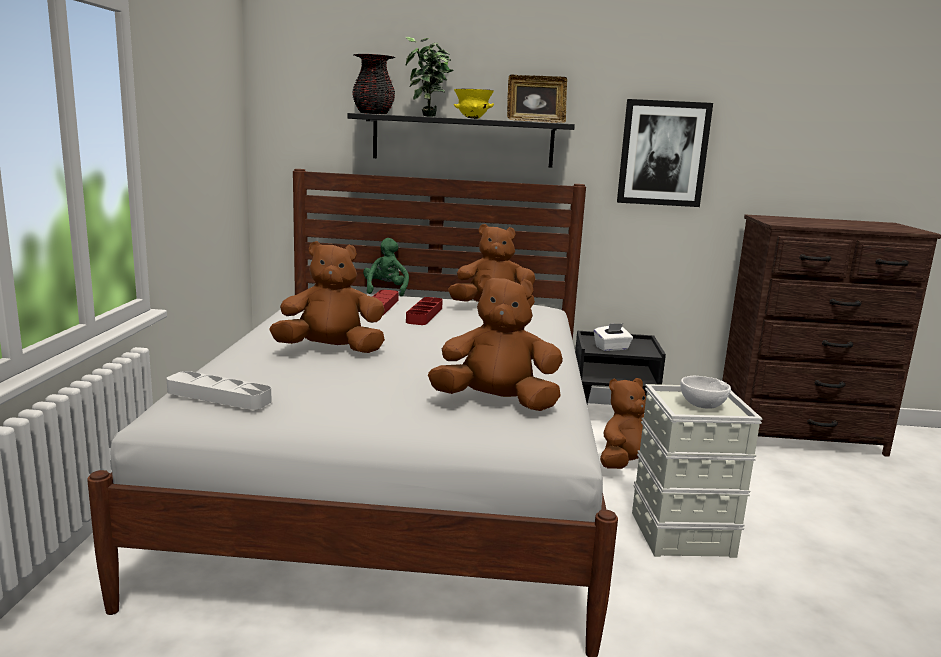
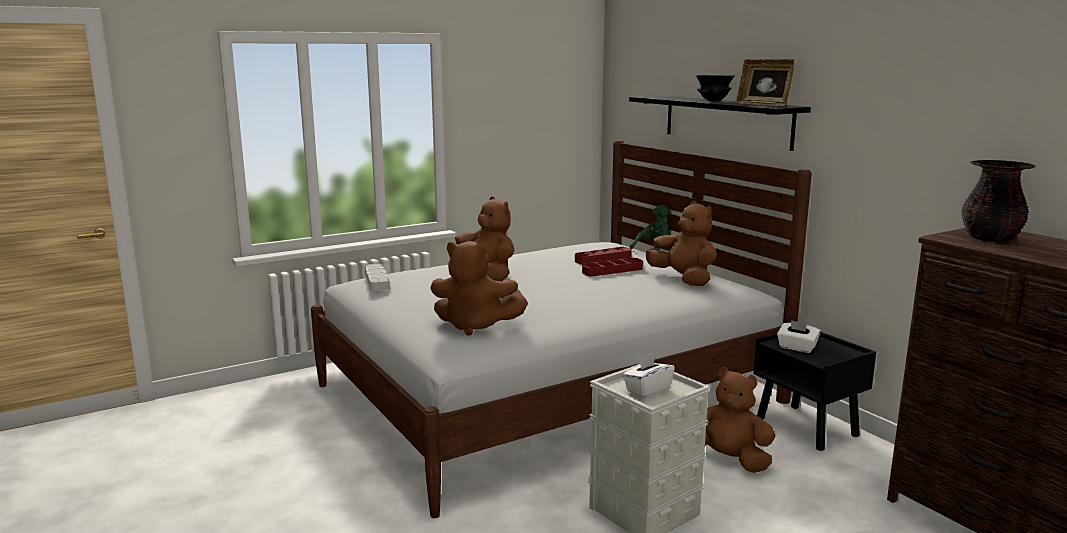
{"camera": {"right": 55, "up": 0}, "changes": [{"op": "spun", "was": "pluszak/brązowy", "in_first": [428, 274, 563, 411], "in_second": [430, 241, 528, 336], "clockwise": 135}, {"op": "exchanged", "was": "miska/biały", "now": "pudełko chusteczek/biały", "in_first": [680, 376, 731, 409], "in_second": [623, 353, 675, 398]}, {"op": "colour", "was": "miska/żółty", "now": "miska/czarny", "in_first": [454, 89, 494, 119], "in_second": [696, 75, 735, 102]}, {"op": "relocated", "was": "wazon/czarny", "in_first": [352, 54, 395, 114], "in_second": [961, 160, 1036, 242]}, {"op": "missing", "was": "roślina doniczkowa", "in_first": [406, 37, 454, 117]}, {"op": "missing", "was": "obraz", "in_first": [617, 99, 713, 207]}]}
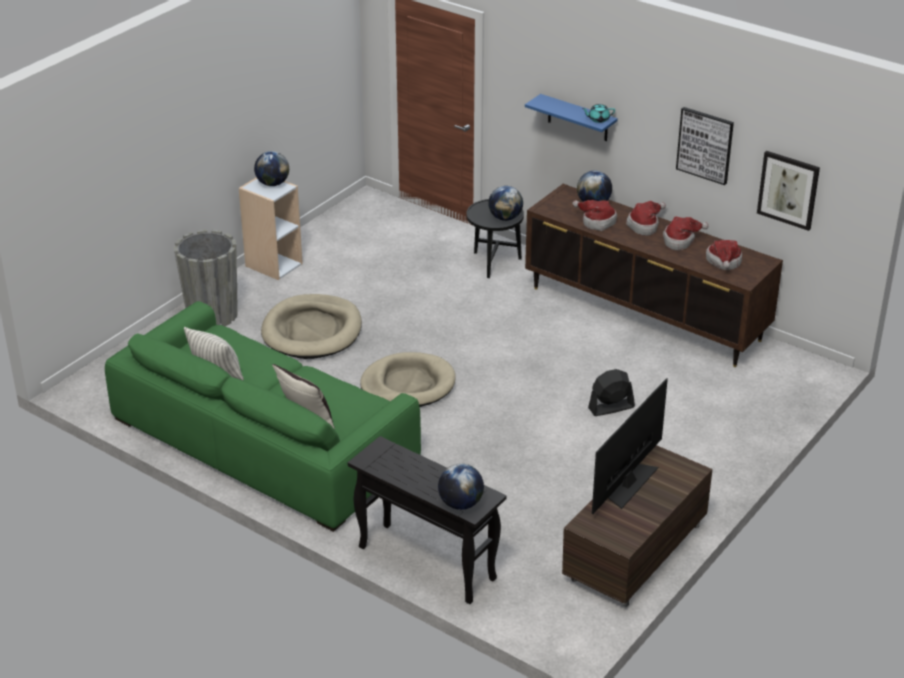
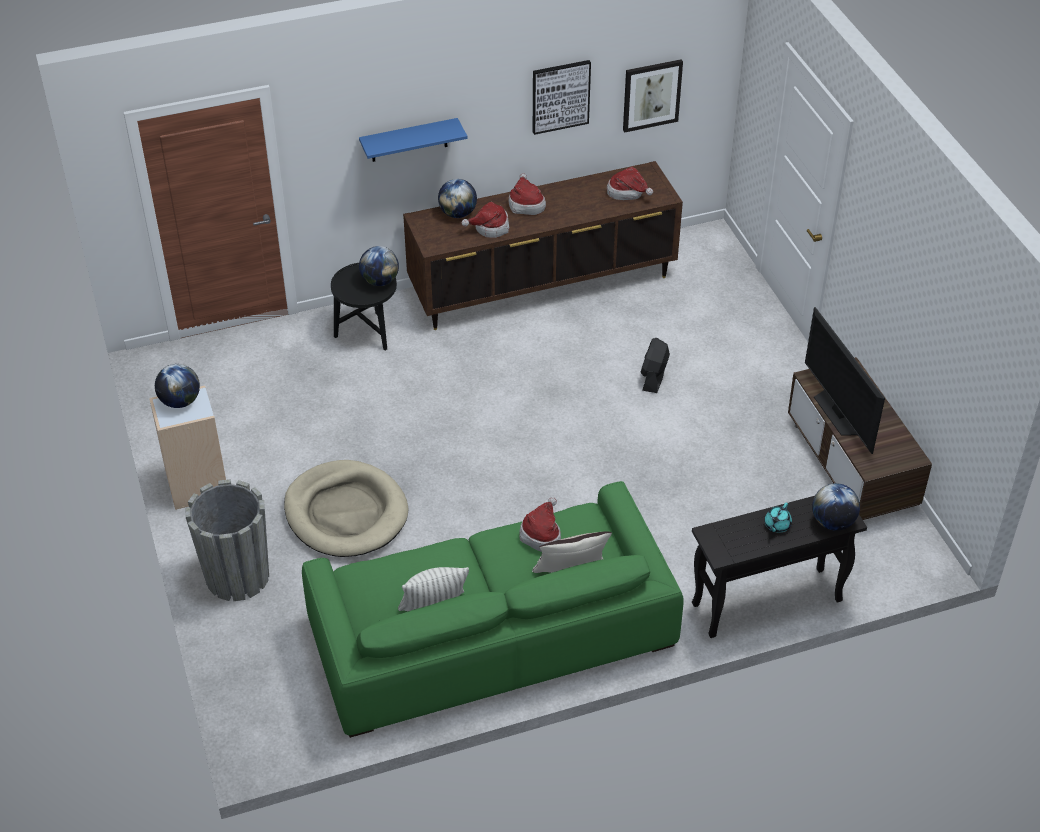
{"camera": {"right": -55, "up": 10}, "changes": [{"op": "relocated", "was": "kapelusz", "in_first": [663, 216, 709, 250], "in_second": [519, 497, 561, 552]}, {"op": "relocated", "was": "imbryk/turkusowy", "in_first": [582, 104, 615, 123], "in_second": [764, 503, 792, 532]}, {"op": "missing", "was": "legowisko/beżowy", "in_first": [360, 352, 456, 407]}]}
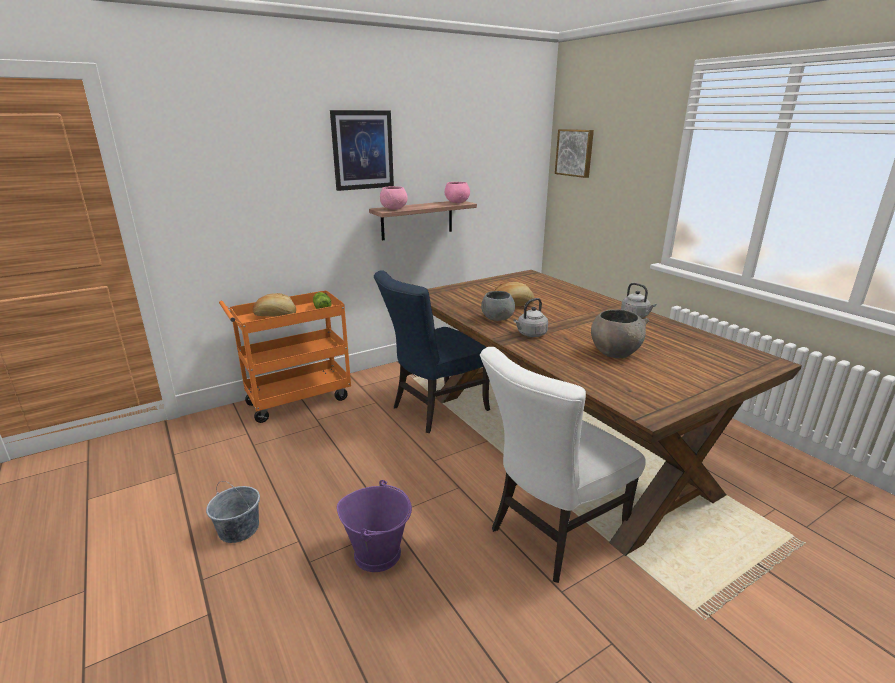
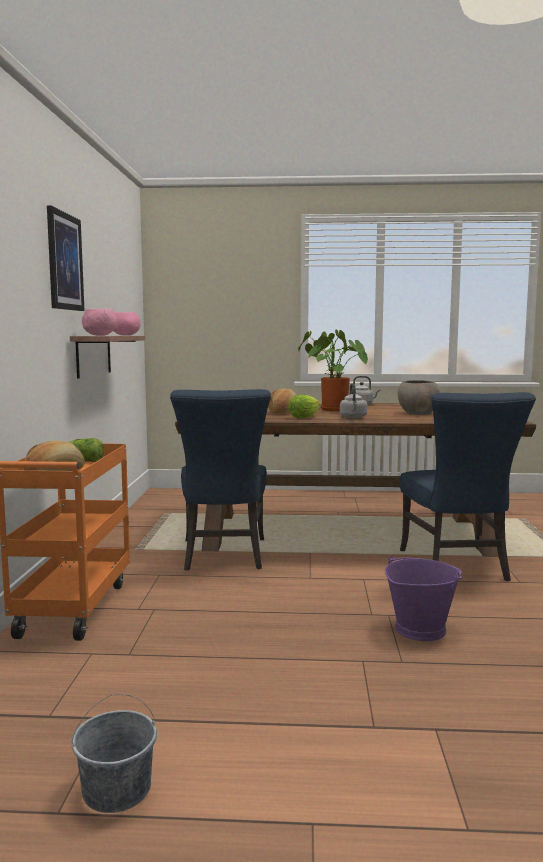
{"camera": {"right": -55, "up": -15}, "changes": [{"op": "relocated", "was": "wiadro/szary", "in_first": [206, 481, 260, 543], "in_second": [72, 693, 157, 813]}, {"op": "exchanged", "was": "miska/szary", "now": "sałata", "in_first": [481, 291, 515, 321], "in_second": [288, 395, 322, 419]}, {"op": "appeared", "now": "roślina doniczkowa", "in_second": [298, 329, 368, 411]}, {"op": "colour", "was": "krzesło/biały", "now": "krzesło/niebieski", "in_first": [480, 347, 646, 583], "in_second": [400, 392, 536, 581]}, {"op": "missing", "was": "obraz", "in_first": [555, 129, 594, 178]}]}
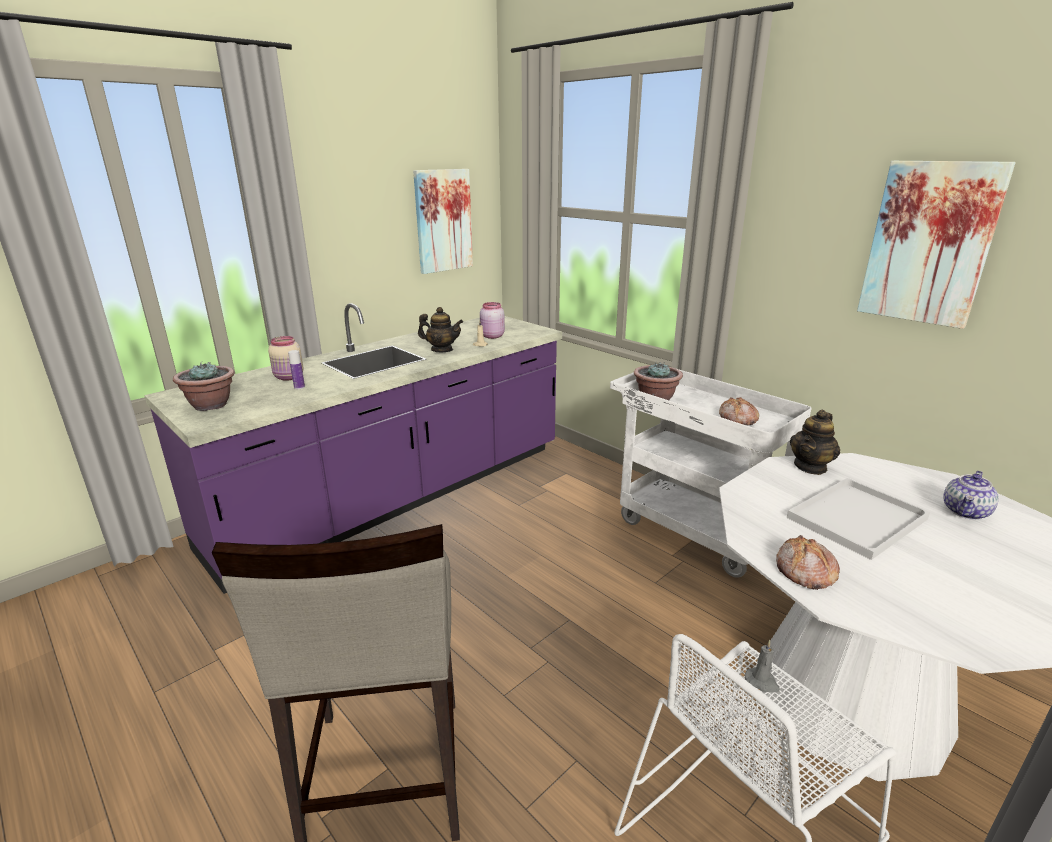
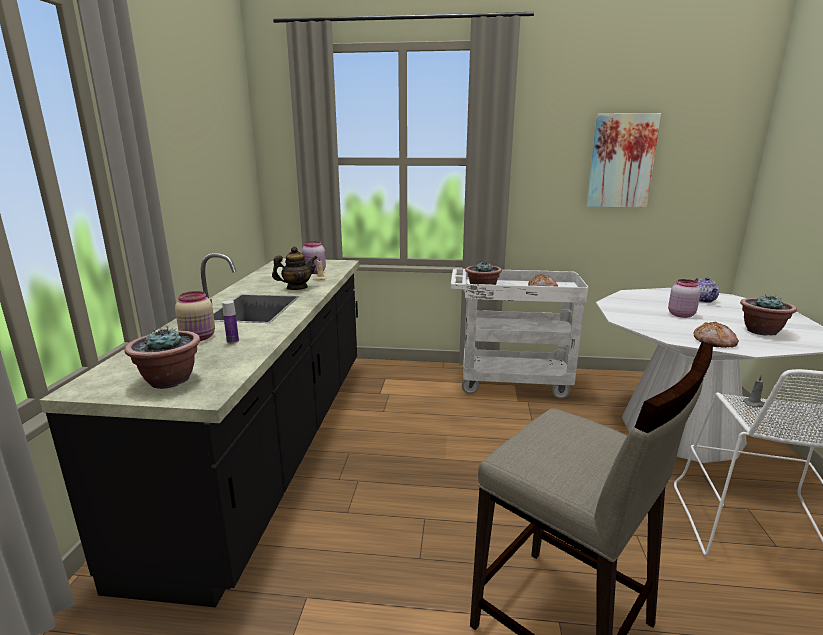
{"camera": {"right": -40, "up": -5}, "changes": [{"op": "colour", "was": "zabudowa kuchenna/fioletowy", "now": "zabudowa kuchenna/czarny", "in_first": [144, 303, 562, 594], "in_second": [39, 253, 359, 608]}, {"op": "exchanged", "was": "taca/biały", "now": "słoik/różowy", "in_first": [787, 478, 930, 560], "in_second": [668, 279, 701, 318]}, {"op": "appeared", "now": "roślina doniczkowa", "in_second": [740, 294, 797, 336]}, {"op": "missing", "was": "obraz", "in_first": [413, 169, 473, 274]}, {"op": "missing", "was": "imbryk", "in_first": [790, 409, 840, 475]}]}
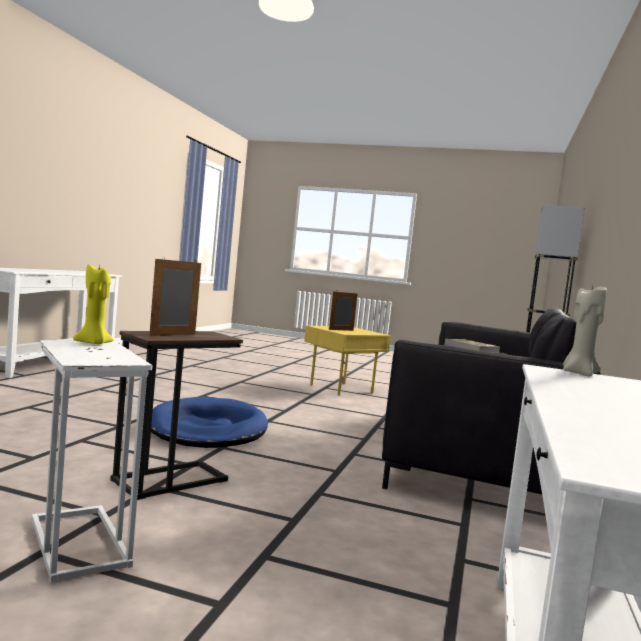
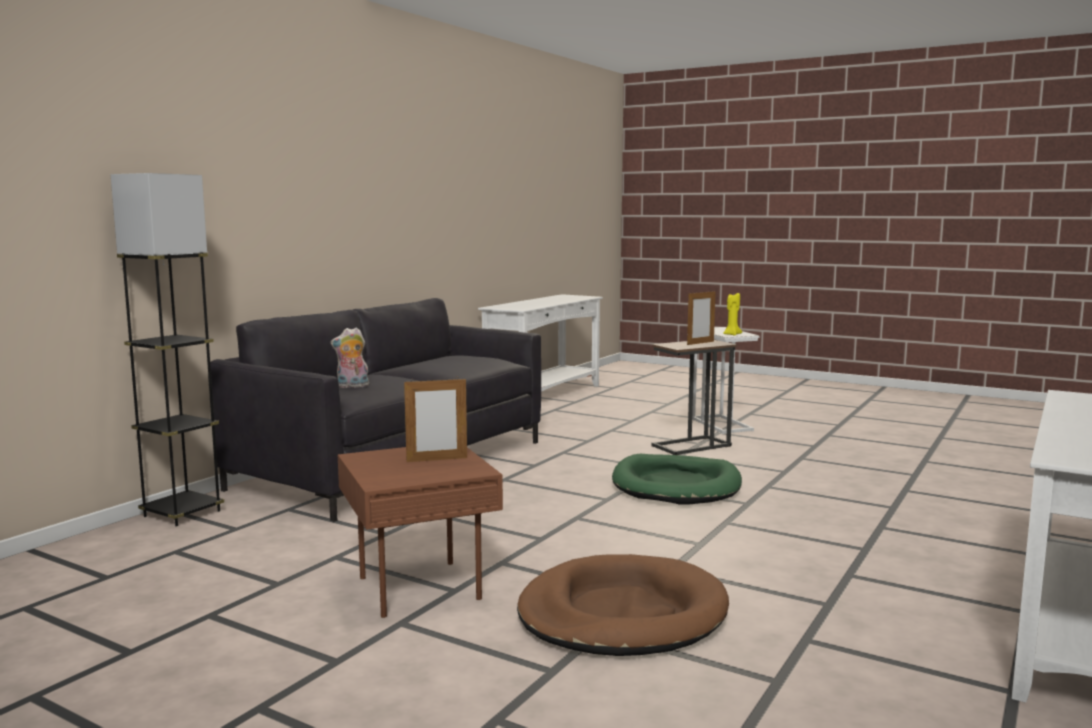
{"camera": {"right": -165, "up": 5}, "changes": [{"op": "exchanged", "was": "książka", "now": "pluszak", "in_first": [444, 339, 500, 353], "in_second": [330, 327, 369, 388]}, {"op": "colour", "was": "stolik/żółty", "now": "stolik/brązowy", "in_first": [304, 326, 391, 396], "in_second": [338, 447, 503, 618]}, {"op": "appeared", "now": "legowisko/brązowy", "in_second": [517, 554, 729, 656]}, {"op": "colour", "was": "legowisko/niebieski", "now": "legowisko/zielony", "in_first": [151, 397, 268, 448], "in_second": [612, 454, 742, 505]}, {"op": "missing", "was": "świeca/beżowy", "in_first": [563, 286, 607, 377]}]}
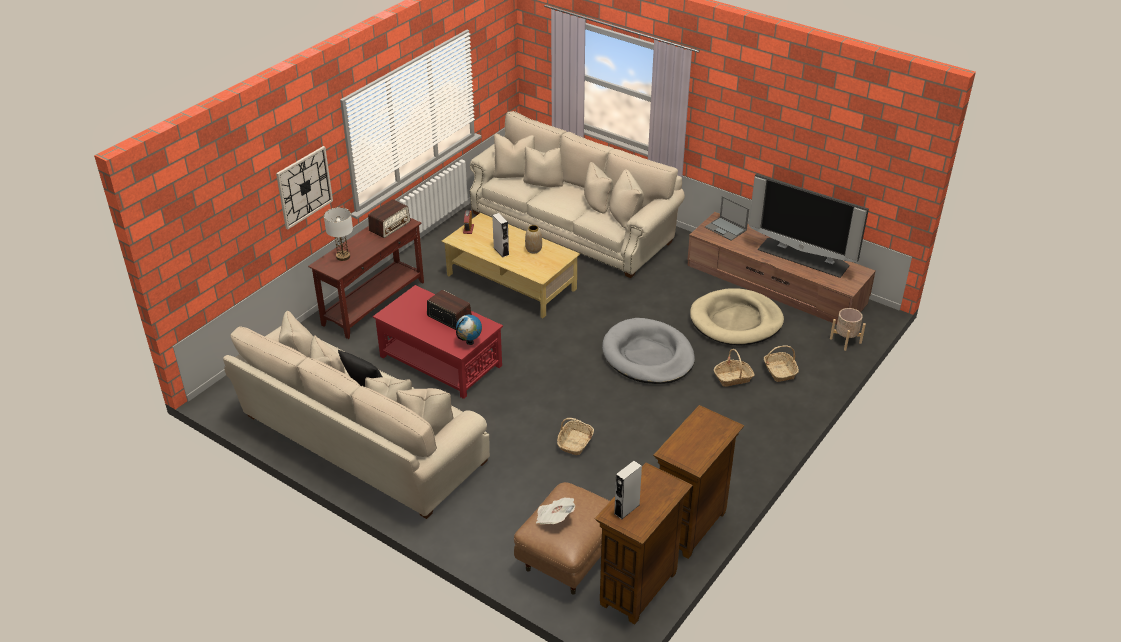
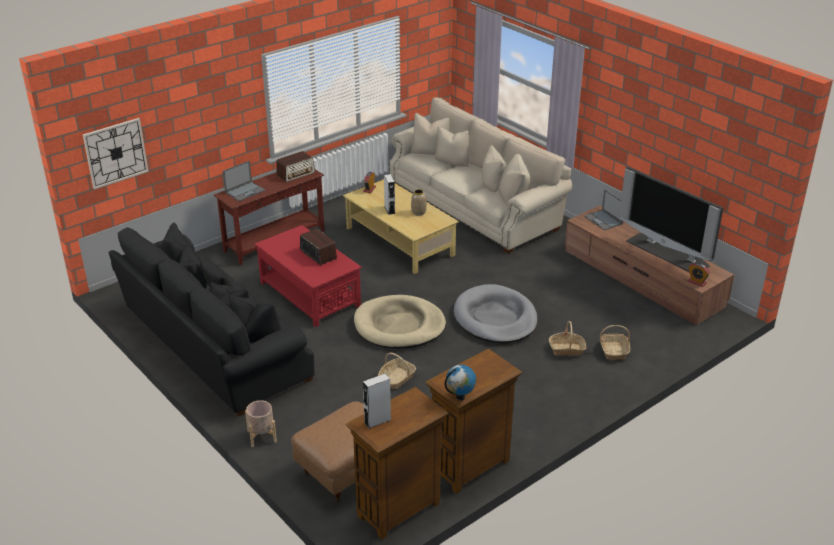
{"camera": {"right": 15, "up": -5}, "changes": [{"op": "relocated", "was": "zegar ścienny", "in_first": [276, 146, 333, 229], "in_second": [83, 118, 149, 189]}, {"op": "colour", "was": "kanapa/beżowy", "now": "kanapa/czarny", "in_first": [223, 311, 490, 519], "in_second": [109, 223, 315, 417]}, {"op": "exchanged", "was": "lampa stołowa", "now": "laptop", "in_first": [324, 207, 353, 261], "in_second": [223, 161, 265, 201]}, {"op": "relocated", "was": "donica/beżowy", "in_first": [830, 308, 866, 351], "in_second": [245, 400, 277, 447]}, {"op": "relocated", "was": "legowisko/beżowy", "in_first": [690, 288, 784, 346], "in_second": [354, 295, 446, 349]}, {"op": "relocated", "was": "globus", "in_first": [456, 315, 482, 345], "in_second": [445, 365, 476, 400]}, {"op": "appeared", "now": "budzik", "in_second": [688, 263, 710, 287]}, {"op": "missing", "was": "gazeta", "in_first": [536, 497, 575, 524]}]}
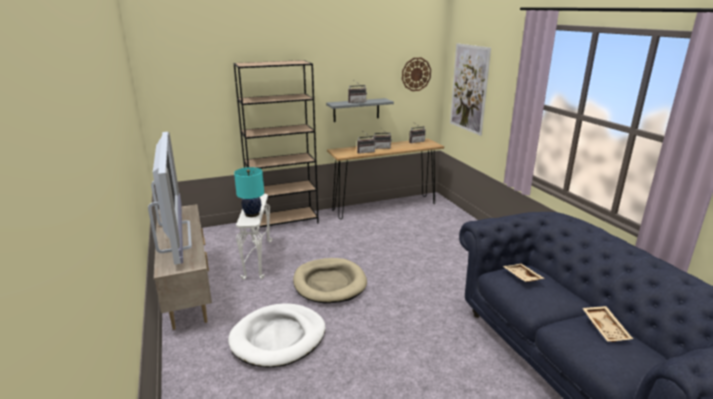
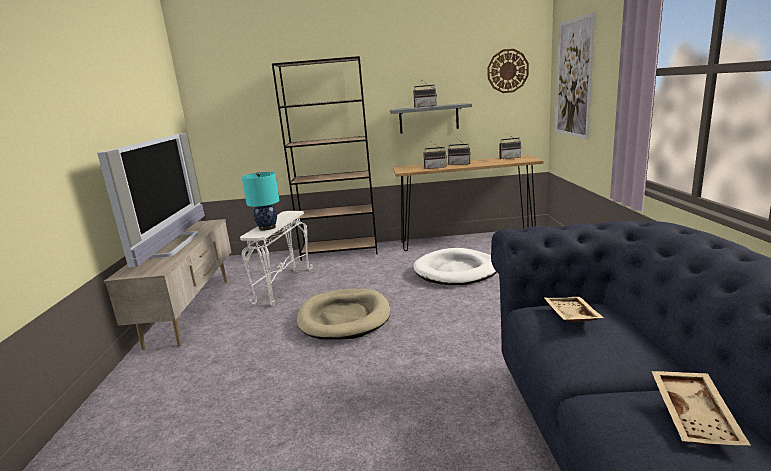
{"camera": {"right": 20, "up": -5}, "changes": [{"op": "relocated", "was": "legowisko/biały", "in_first": [228, 303, 326, 368], "in_second": [413, 248, 497, 285]}]}
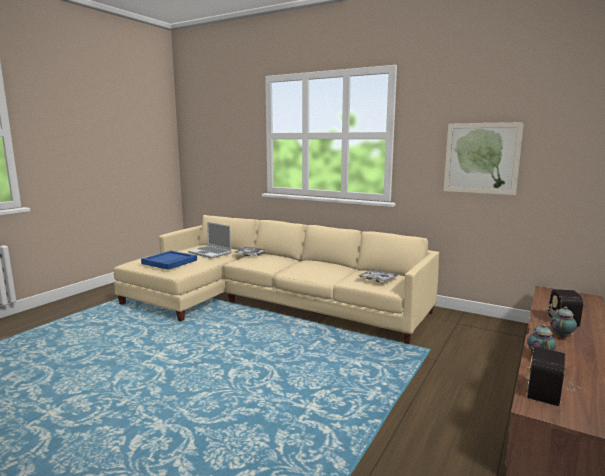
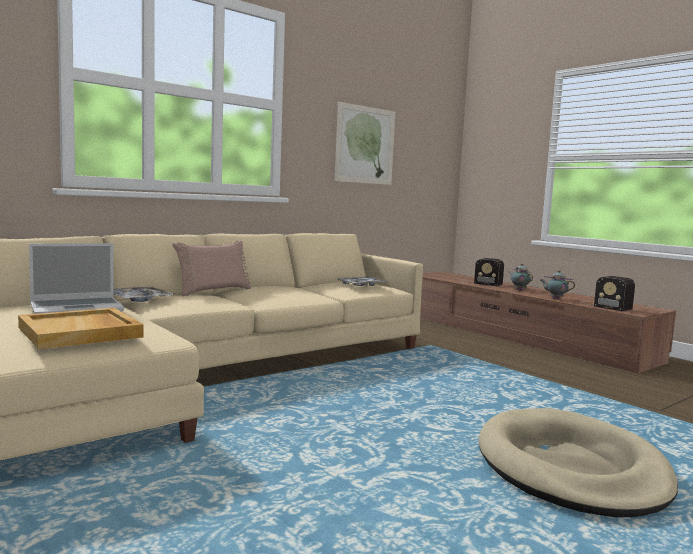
{"camera": {"right": -70, "up": -5}, "changes": [{"op": "colour", "was": "taca/niebieski", "now": "taca/beżowy", "in_first": [141, 251, 197, 270], "in_second": [18, 308, 144, 349]}, {"op": "appeared", "now": "poduszka/beżowy", "in_second": [172, 241, 251, 296]}, {"op": "appeared", "now": "legowisko/beżowy", "in_second": [479, 408, 678, 517]}]}
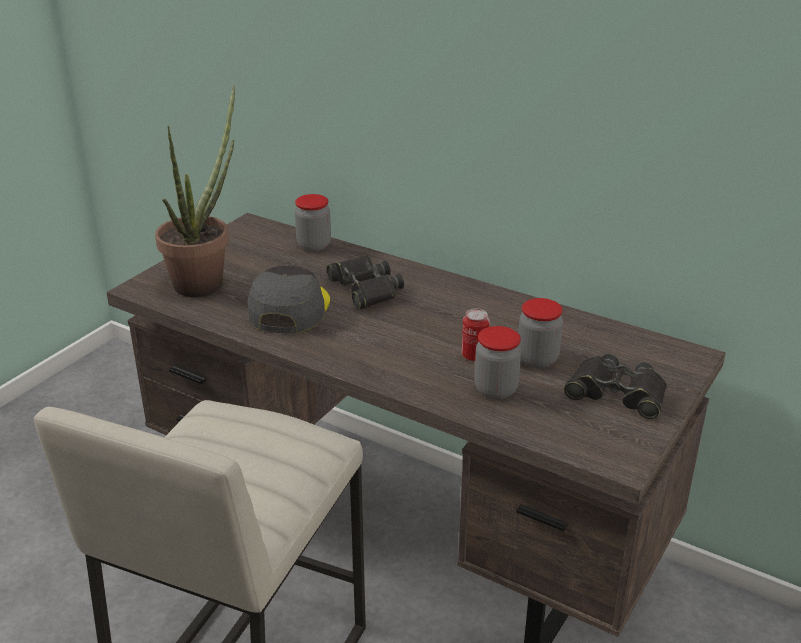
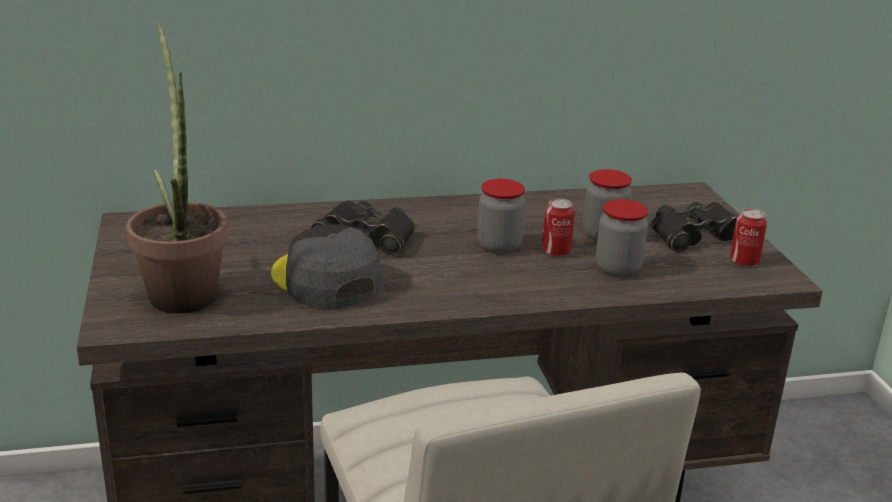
{"camera": {"right": -45, "up": -5}, "changes": [{"op": "relocated", "was": "słoik", "in_first": [295, 194, 331, 252], "in_second": [477, 179, 526, 254]}, {"op": "appeared", "now": "puszka", "in_second": [730, 208, 767, 267]}]}
